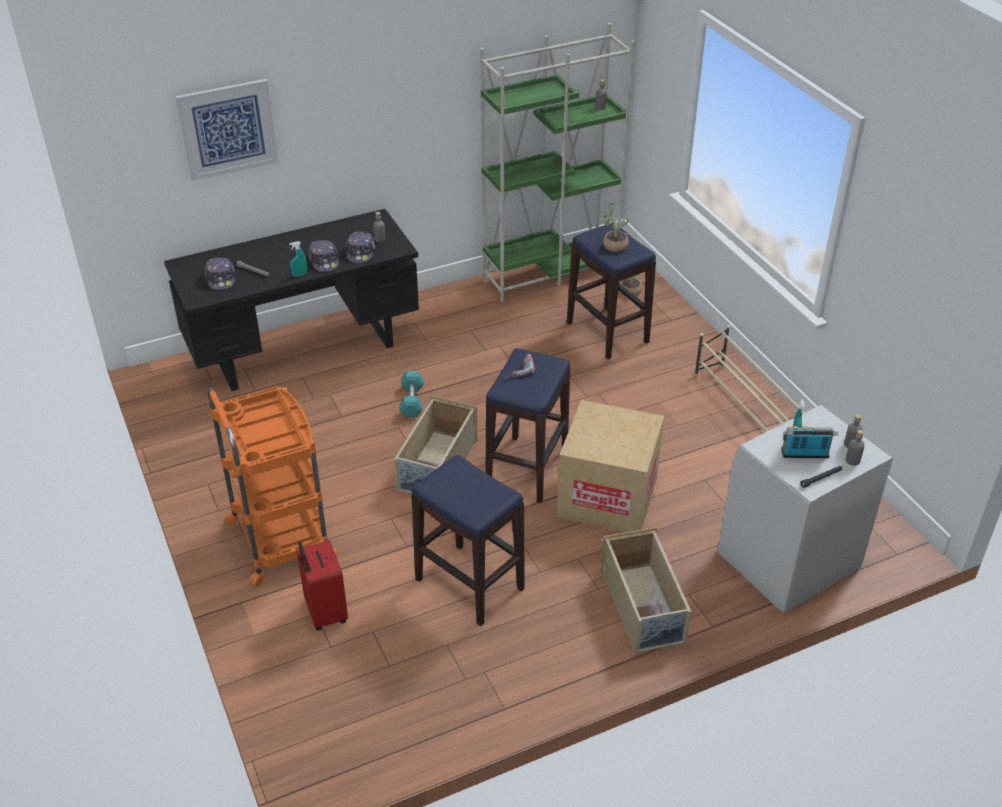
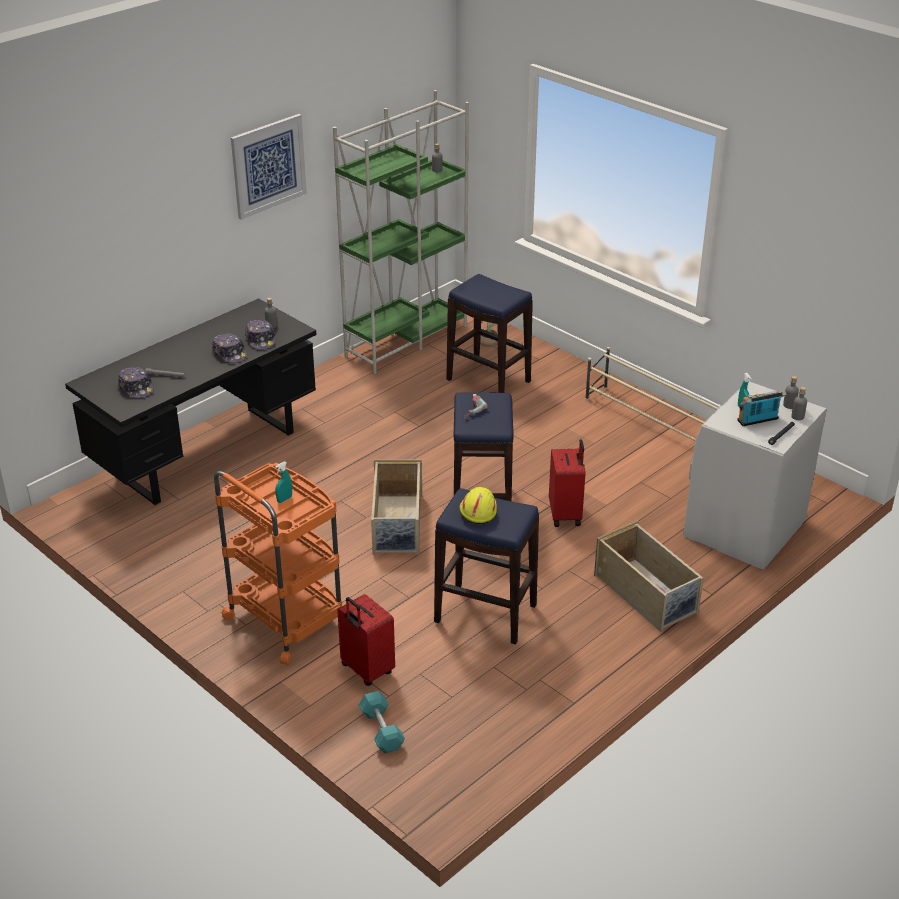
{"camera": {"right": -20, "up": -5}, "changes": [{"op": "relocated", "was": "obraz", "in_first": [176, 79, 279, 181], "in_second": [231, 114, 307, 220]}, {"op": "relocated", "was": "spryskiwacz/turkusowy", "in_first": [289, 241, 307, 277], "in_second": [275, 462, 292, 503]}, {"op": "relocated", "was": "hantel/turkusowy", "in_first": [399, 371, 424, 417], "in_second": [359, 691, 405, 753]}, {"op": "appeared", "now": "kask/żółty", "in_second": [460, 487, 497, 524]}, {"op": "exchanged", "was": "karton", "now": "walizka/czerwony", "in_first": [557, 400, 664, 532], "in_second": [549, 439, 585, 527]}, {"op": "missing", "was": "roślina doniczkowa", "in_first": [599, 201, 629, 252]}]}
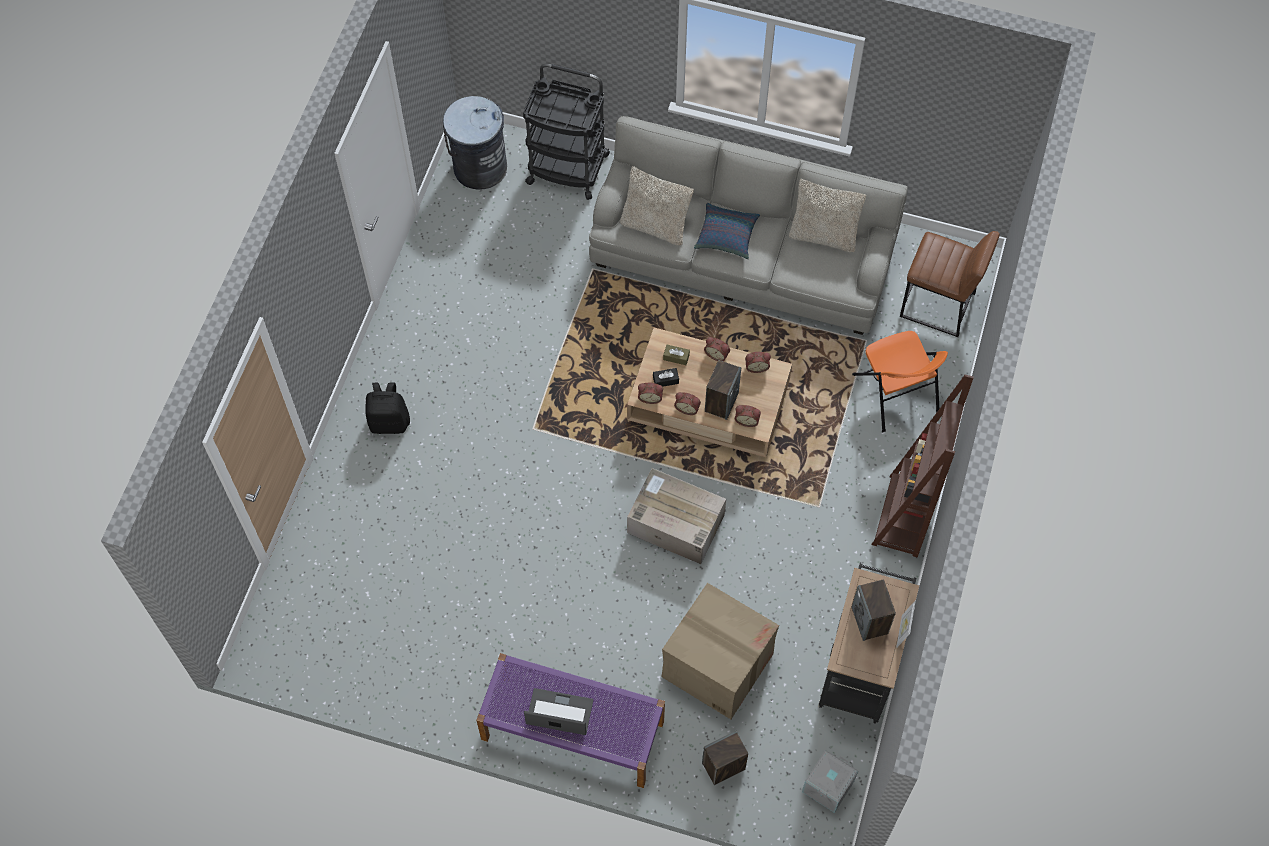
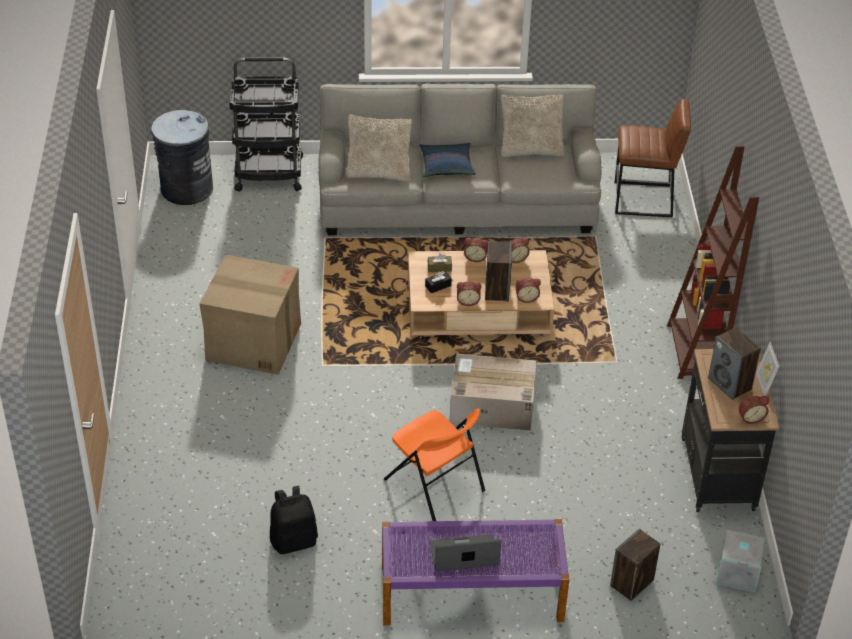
{"camera": {"right": -20, "up": -20}, "changes": [{"op": "relocated", "was": "karton", "in_first": [662, 583, 779, 719], "in_second": [200, 255, 301, 375]}, {"op": "relocated", "was": "plecak/czarny", "in_first": [366, 383, 410, 434], "in_second": [270, 486, 318, 554]}, {"op": "relocated", "was": "krzesło/pomarańczowy", "in_first": [852, 331, 948, 432], "in_second": [384, 409, 486, 521]}, {"op": "relocated", "was": "budzik", "in_first": [638, 383, 663, 404], "in_second": [738, 396, 769, 424]}]}
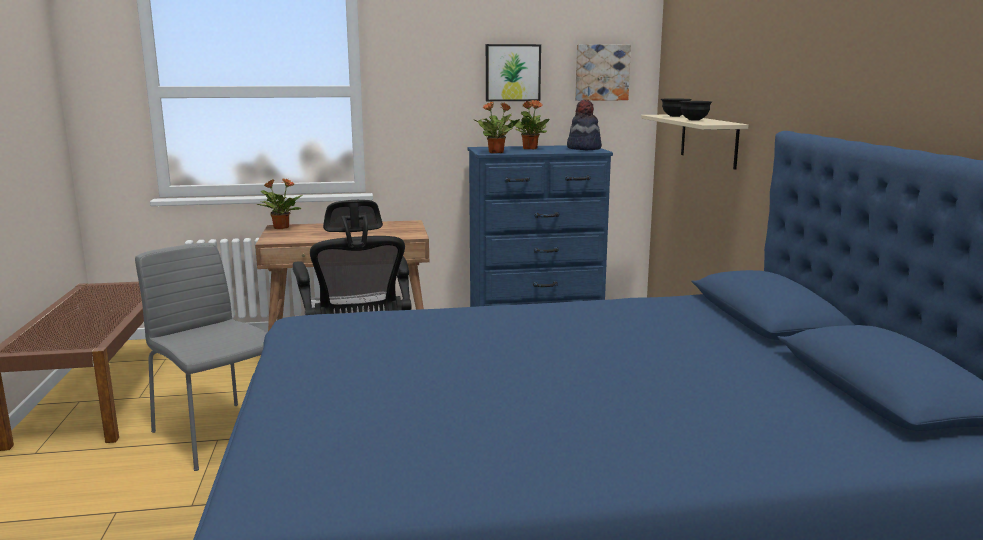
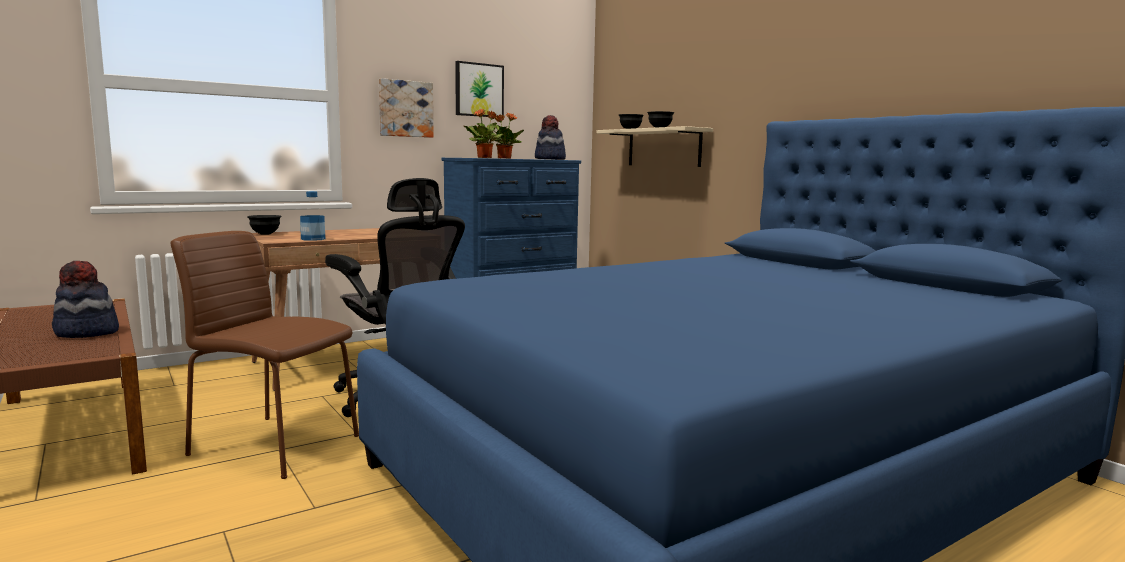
{"camera": {"right": -25, "up": -5}, "changes": [{"op": "appeared", "now": "kapelusz", "in_second": [52, 261, 119, 338]}, {"op": "colour", "was": "krzesło/szary", "now": "krzesło/brązowy", "in_first": [135, 243, 267, 471], "in_second": [170, 231, 359, 479]}, {"op": "exchanged", "was": "roślina doniczkowa", "now": "miska/czarny", "in_first": [256, 178, 302, 229], "in_second": [247, 215, 281, 235]}, {"op": "appeared", "now": "butelka", "in_second": [300, 191, 325, 241]}, {"op": "relocated", "was": "obraz", "in_first": [575, 44, 631, 101], "in_second": [379, 78, 434, 138]}]}
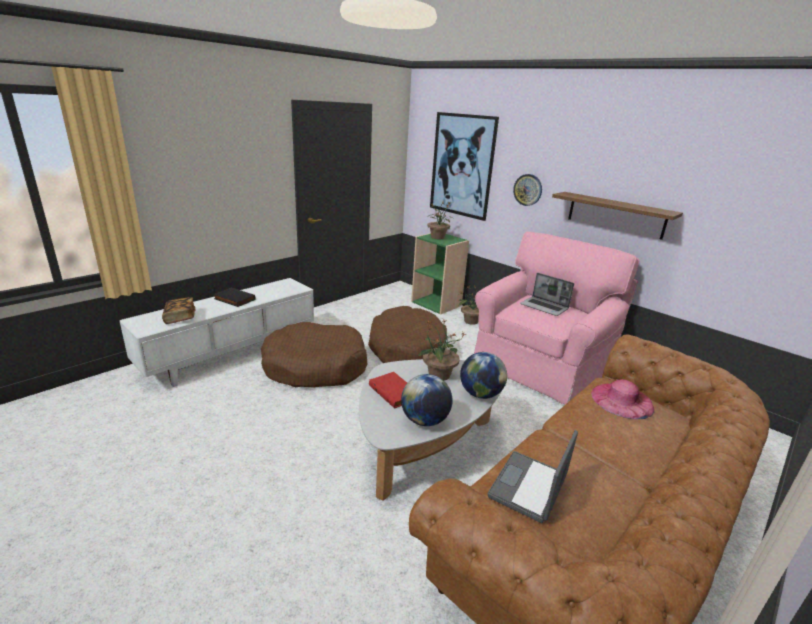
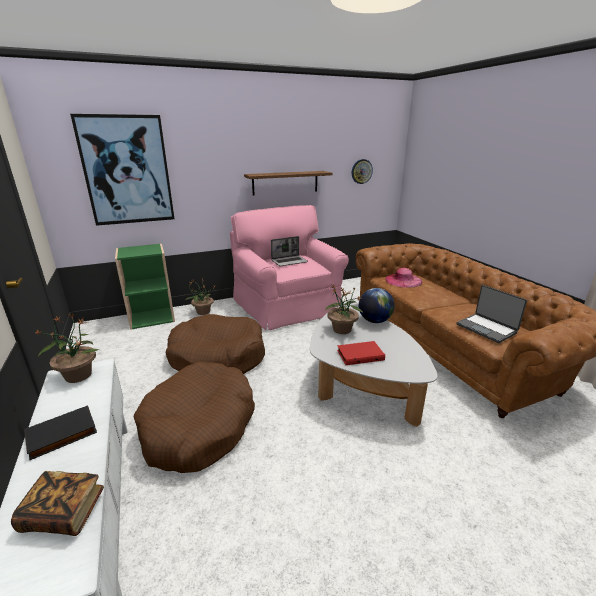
{"camera": {"right": -65, "up": 0}, "changes": [{"op": "relocated", "was": "roślina doniczkowa", "in_first": [427, 201, 452, 239], "in_second": [34, 314, 100, 383]}, {"op": "relocated", "was": "zegar ścienny", "in_first": [513, 174, 542, 206], "in_second": [352, 159, 373, 184]}, {"op": "missing", "was": "globus", "in_first": [401, 374, 453, 426]}]}
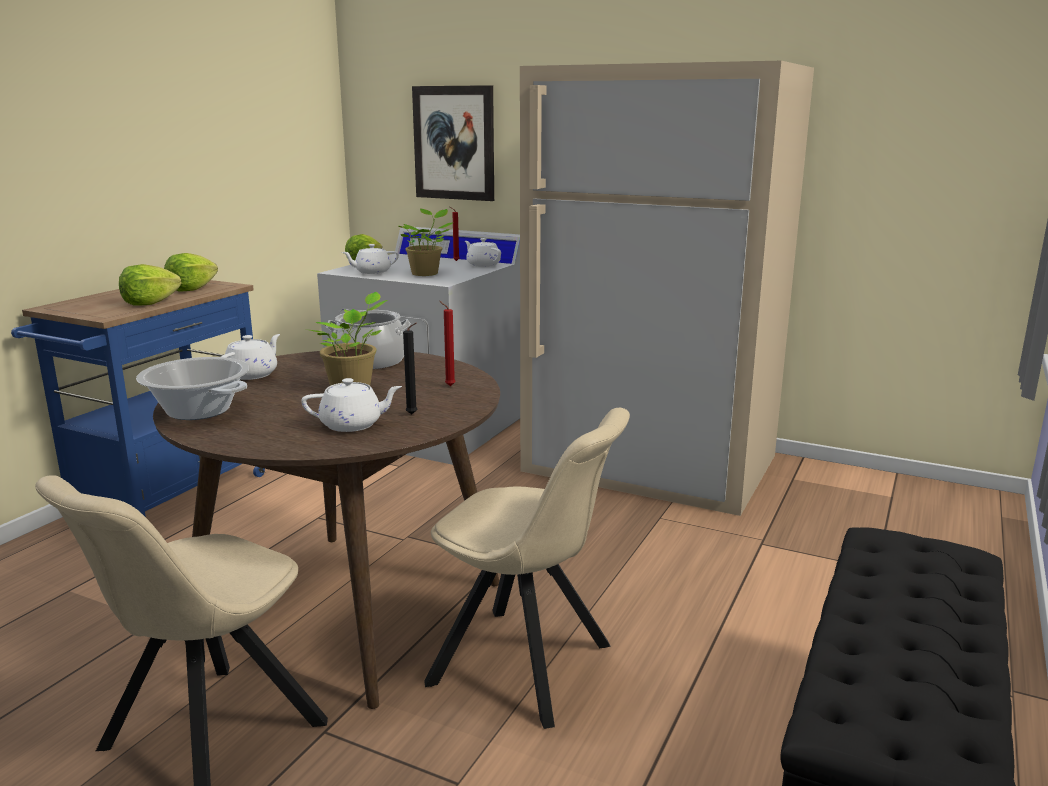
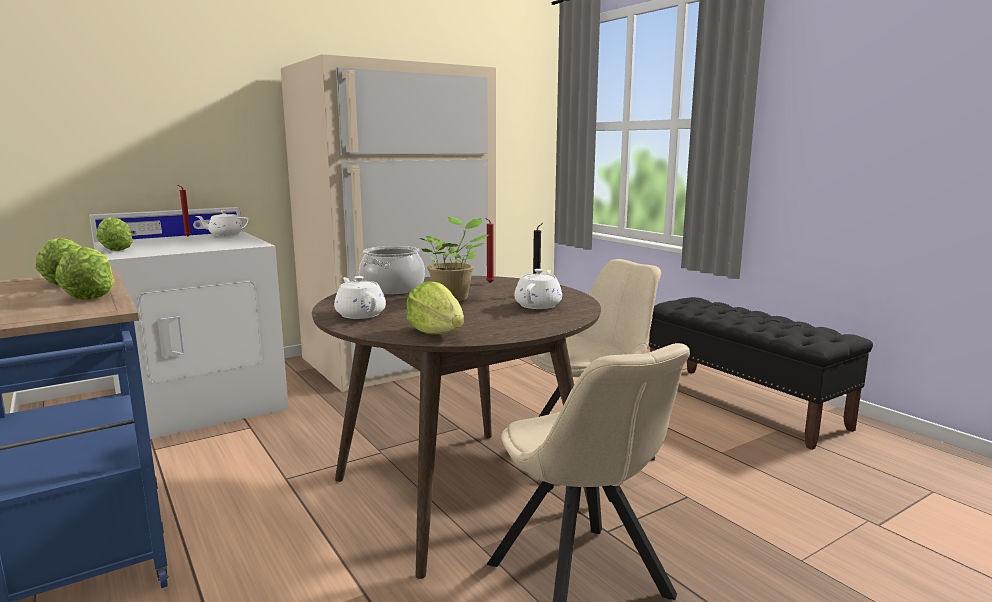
{"camera": {"right": -60, "up": -5}, "changes": [{"op": "exchanged", "was": "garnek", "now": "sałata", "in_first": [136, 357, 249, 420], "in_second": [406, 281, 464, 335]}, {"op": "missing", "was": "imbryk/biały", "in_first": [342, 244, 399, 274]}, {"op": "missing", "was": "roślina doniczkowa", "in_first": [399, 209, 454, 276]}, {"op": "missing", "was": "obraz", "in_first": [412, 85, 494, 201]}]}
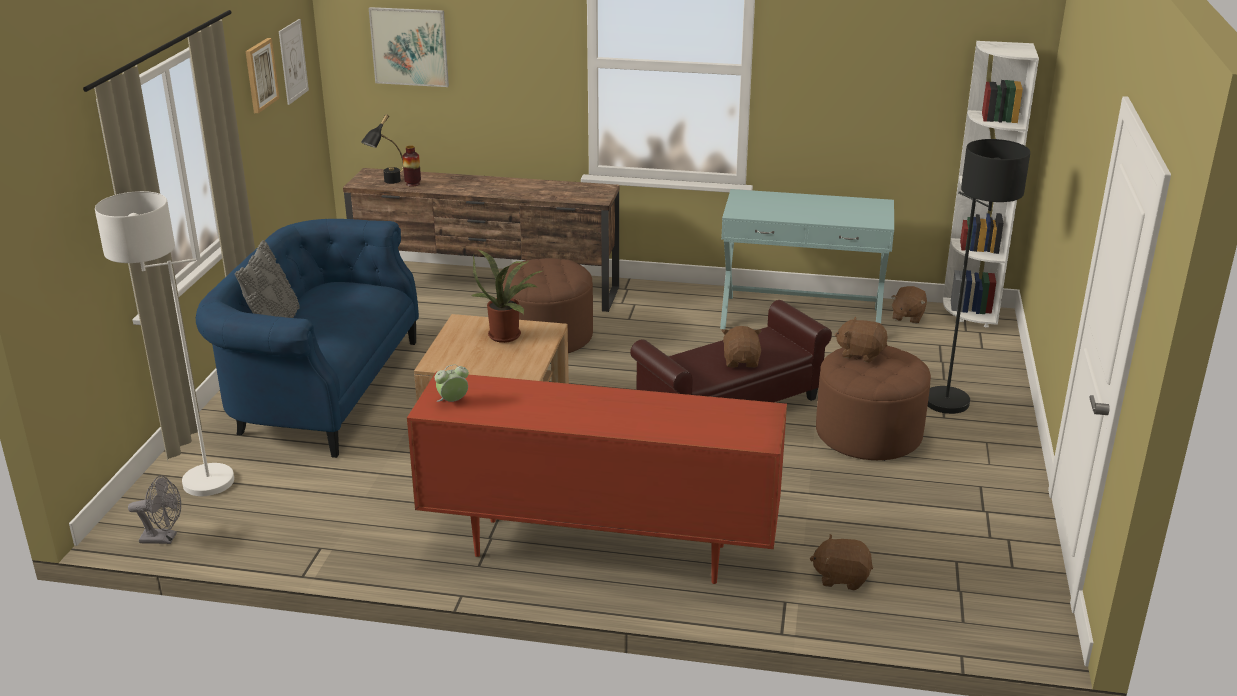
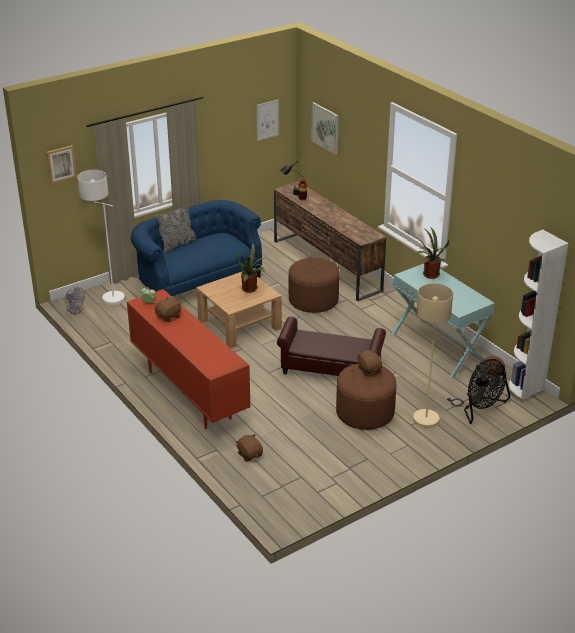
{"camera": {"right": 45, "up": 5}, "changes": [{"op": "relocated", "was": "obraz", "in_first": [246, 38, 279, 113], "in_second": [46, 145, 77, 184]}, {"op": "relocated", "was": "pluszak/brązowy", "in_first": [722, 326, 761, 368], "in_second": [155, 297, 181, 322]}, {"op": "colour", "was": "lampa stojąca/czarny", "now": "lampa stojąca/beżowy", "in_first": [928, 139, 1030, 414], "in_second": [413, 283, 453, 428]}, {"op": "appeared", "now": "roślina doniczkowa", "in_second": [415, 228, 449, 279]}, {"op": "appeared", "now": "wentylator/czarny", "in_second": [447, 359, 510, 424]}]}
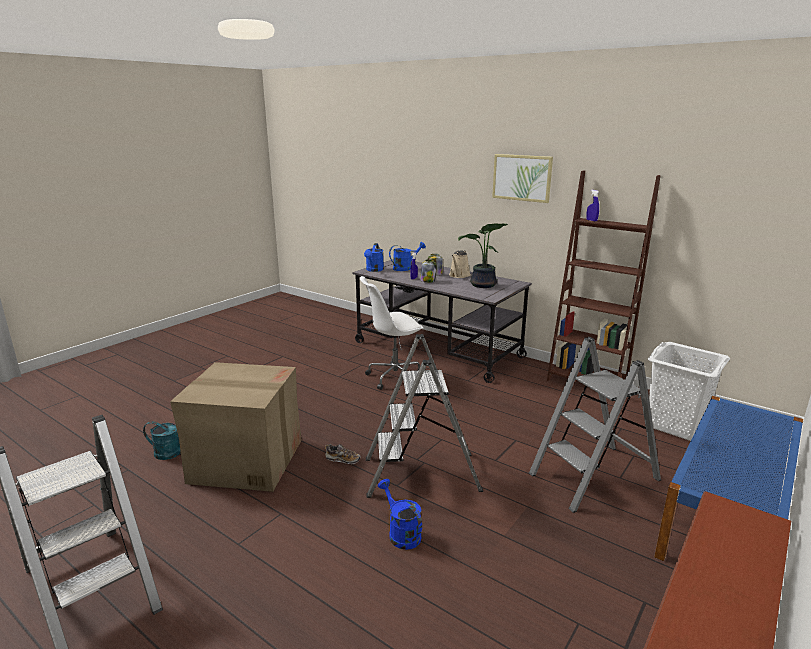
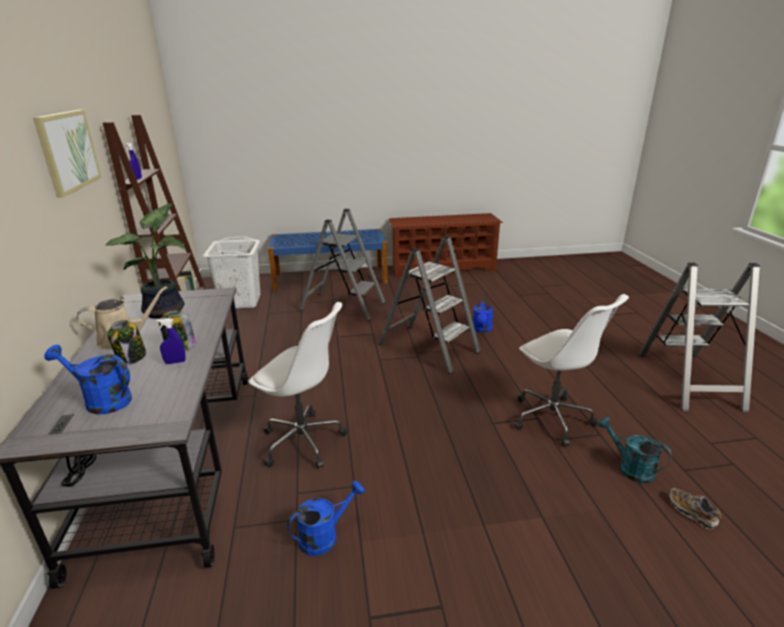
{"camera": {"right": -135, "up": 5}, "changes": [{"op": "relocated", "was": "konewka/niebieski", "in_first": [364, 243, 384, 272], "in_second": [287, 480, 365, 556]}, {"op": "exchanged", "was": "karton", "now": "krzesło biurowe/biały", "in_first": [170, 362, 302, 492], "in_second": [514, 294, 629, 446]}, {"op": "relocated", "was": "but", "in_first": [325, 444, 361, 464], "in_second": [668, 488, 721, 529]}]}
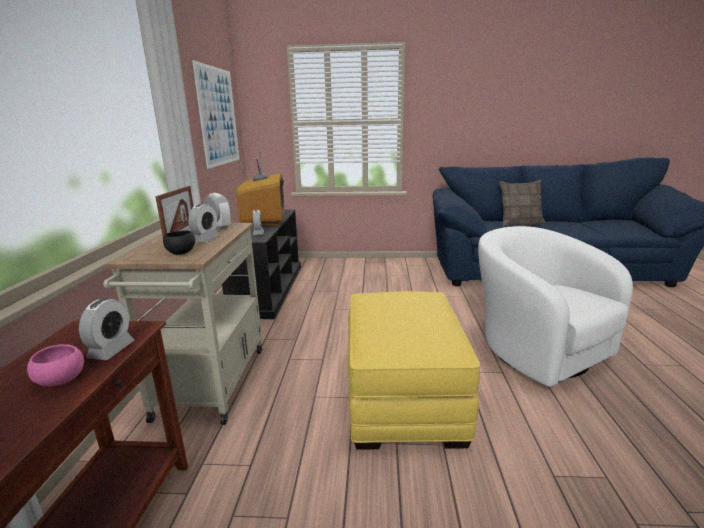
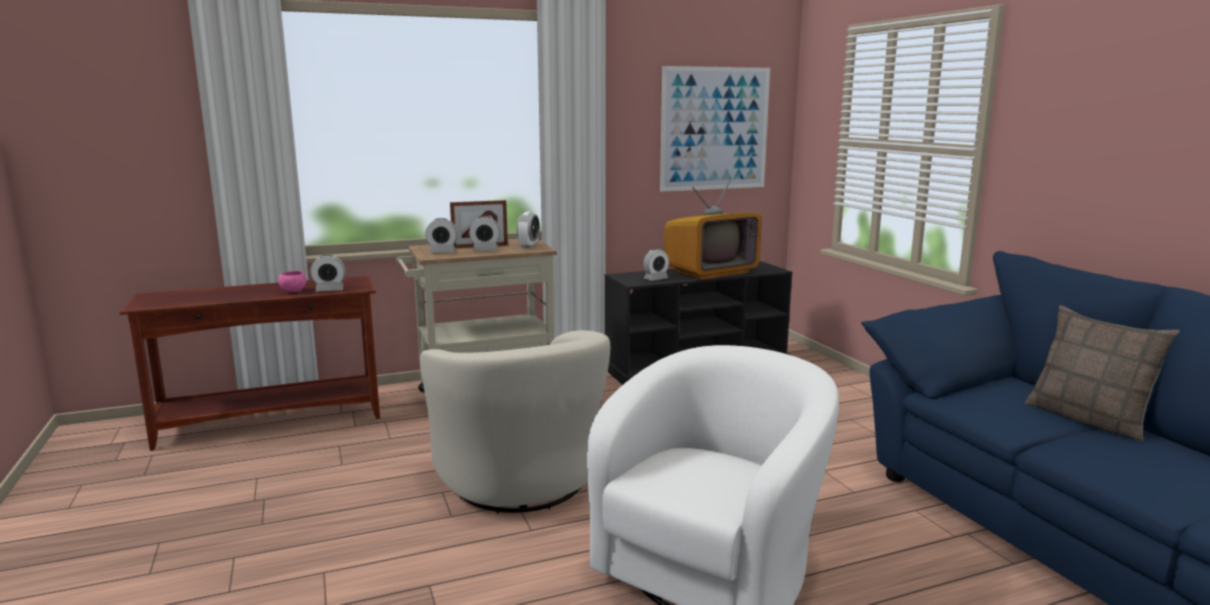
{"camera": {"right": 65, "up": -5}, "changes": [{"op": "exchanged", "was": "pufa/żółty", "now": "fotel/beżowy", "in_first": [347, 291, 480, 450], "in_second": [420, 330, 610, 514]}, {"op": "exchanged", "was": "miska/czarny", "now": "budzik", "in_first": [163, 231, 195, 255], "in_second": [425, 218, 458, 253]}]}
